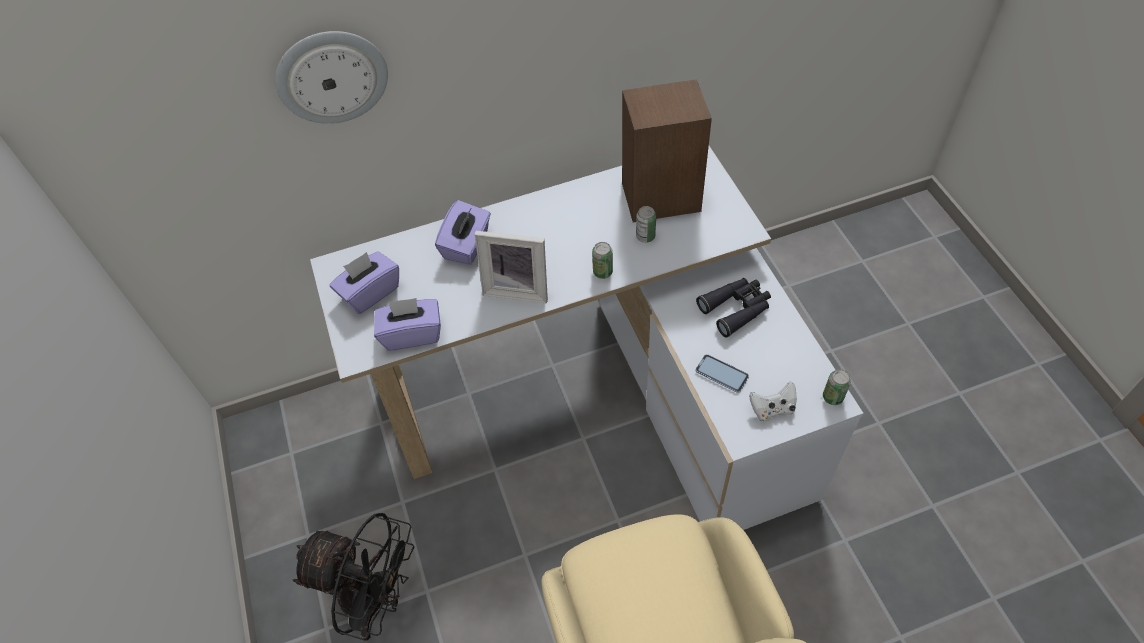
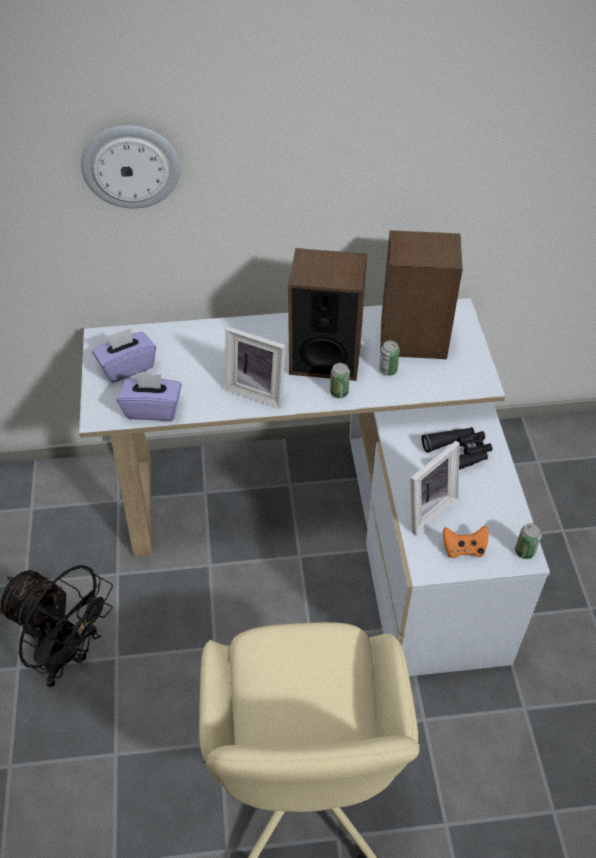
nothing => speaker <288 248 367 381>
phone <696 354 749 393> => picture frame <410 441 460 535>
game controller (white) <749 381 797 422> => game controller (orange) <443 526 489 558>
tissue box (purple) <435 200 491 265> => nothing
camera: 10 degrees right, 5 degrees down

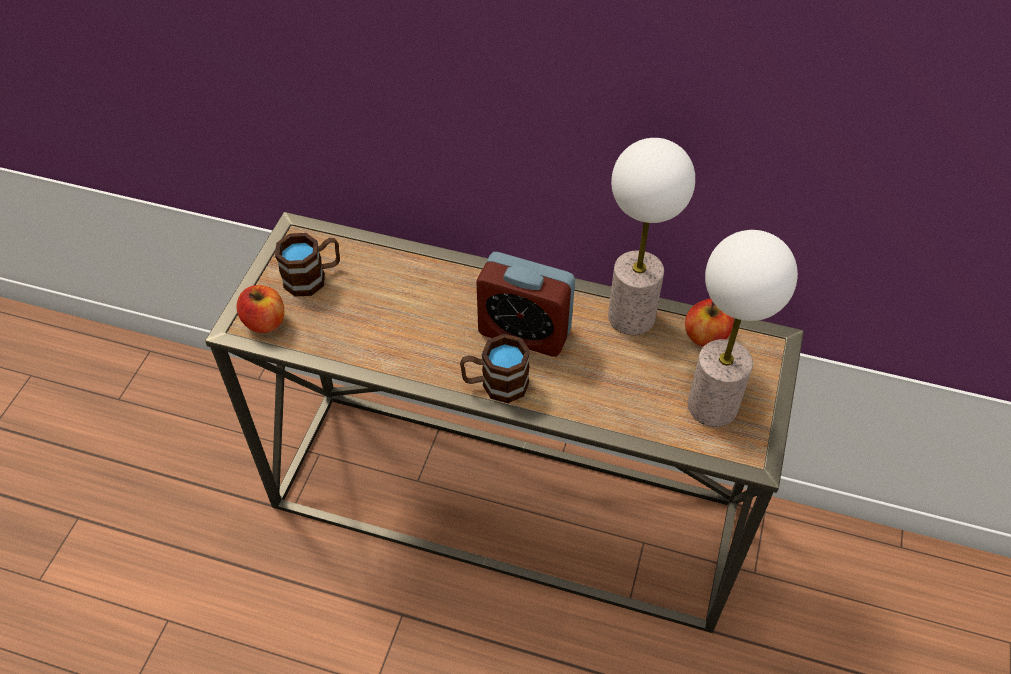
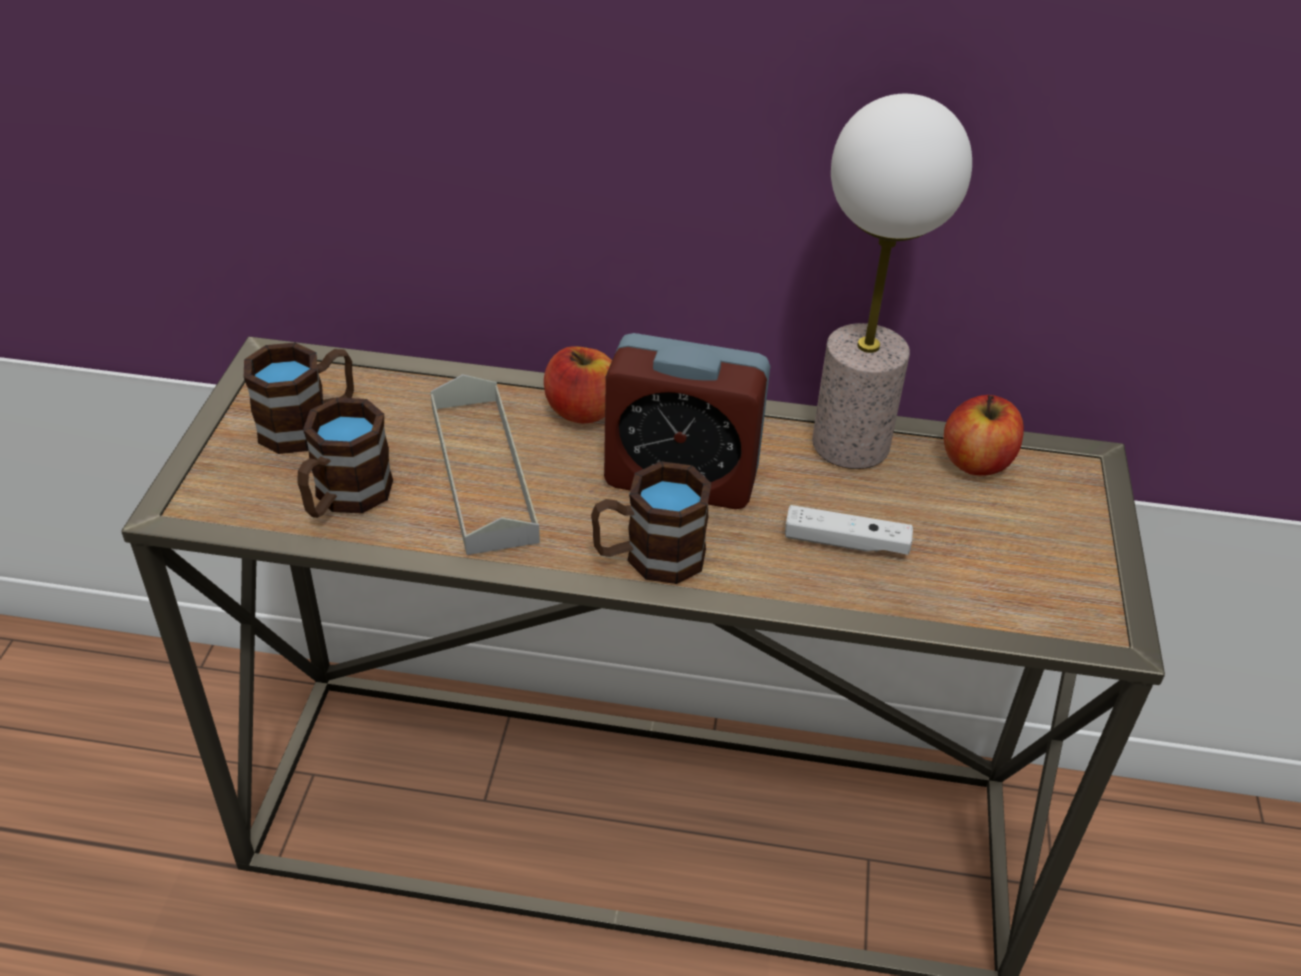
nothing => mug (brown) <298 397 393 518>
nothing => tray (grey) <430 374 540 555>
apple <237 285 284 333> => apple <544 346 612 424>, moved
nothing => game controller (white) <785 505 913 555>
table lamp <688 230 798 427> => nothing
camera: 10 degrees left, 10 degrees down

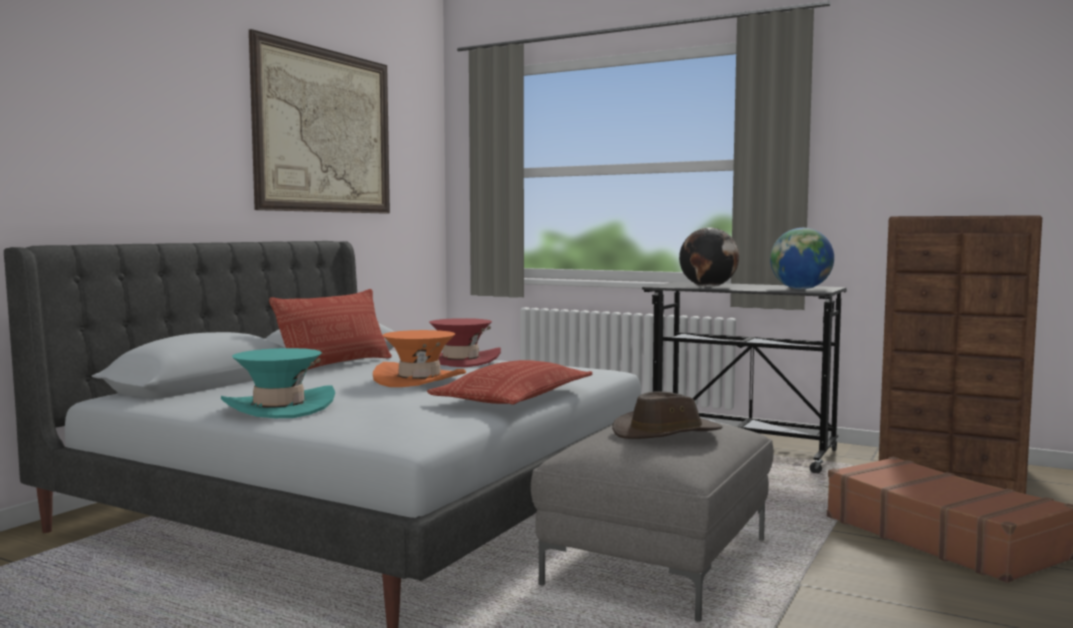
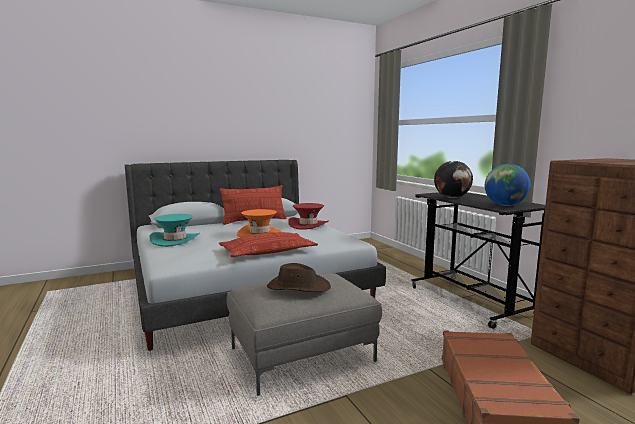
picture <249 29 390 214> => nothing
camera: 35 degrees right, 5 degrees up

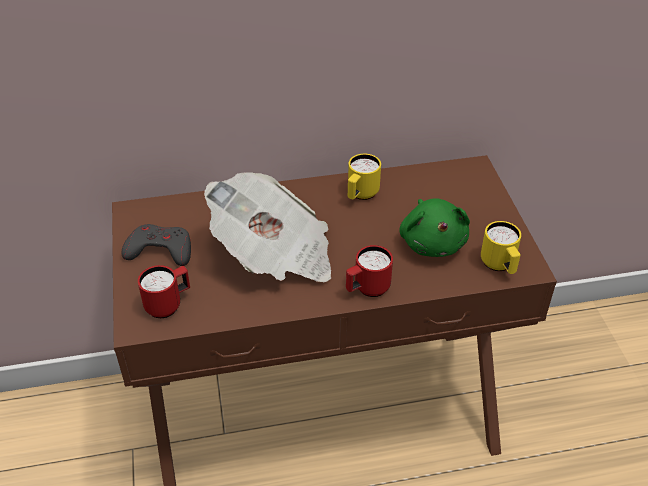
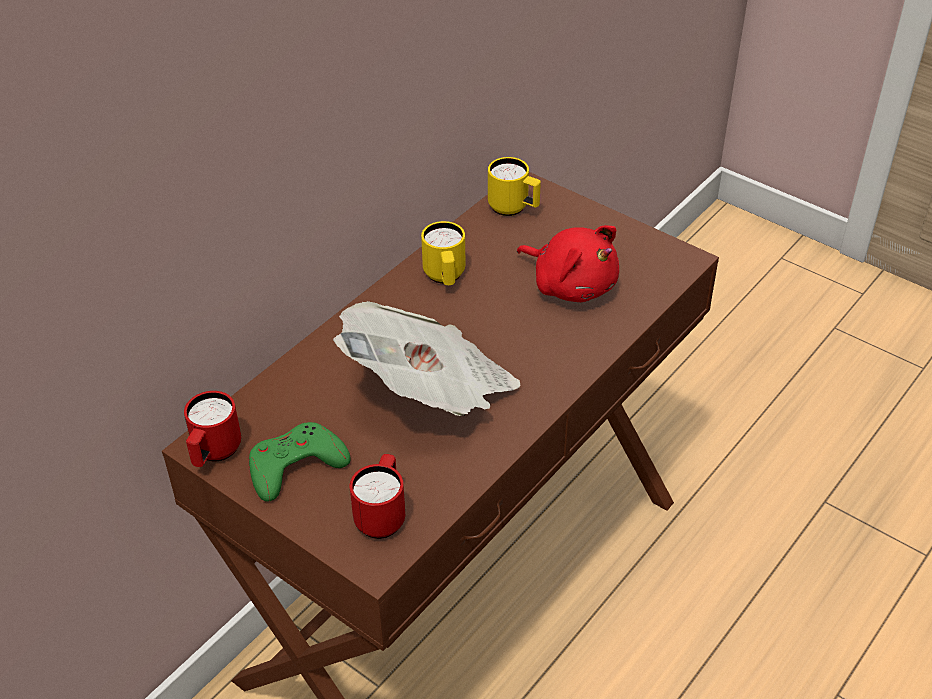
mug (red) <346 245 393 297> => mug (red) <184 391 241 467>, moved
game controller (grey) <122 224 191 266> => game controller (green) <249 422 351 502>
mug (yellow) <481 221 521 274> => mug (yellow) <488 157 541 216>, moved
plush toy (green) <400 198 470 257> => plush toy (red) <517 225 619 302>
camera: 40 degrees left, 0 degrees up

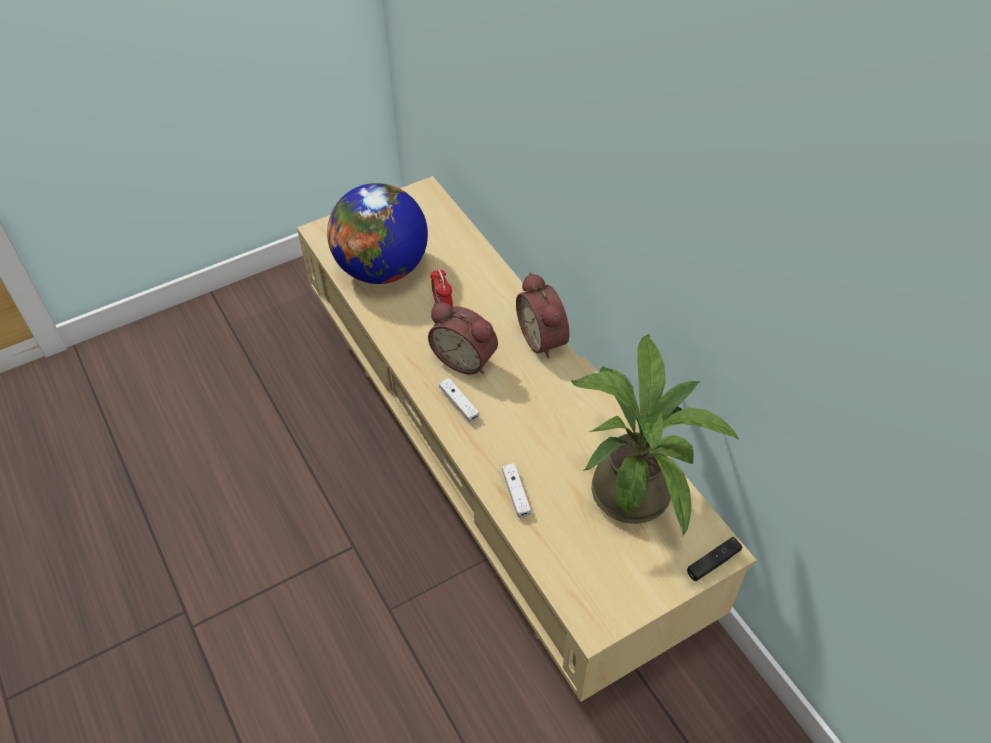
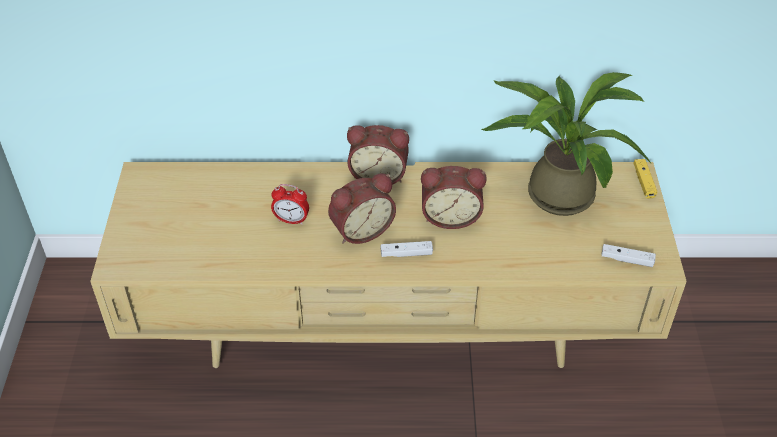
nothing => alarm clock <421 166 487 229>
game controller (white) <502 463 531 518> => game controller (white) <601 244 656 267>, moved
game controller (black) <687 537 742 581> => game controller (yellow) <633 159 658 199>
globe <327 183 428 284> => nothing
camera: 60 degrees left, 5 degrees down

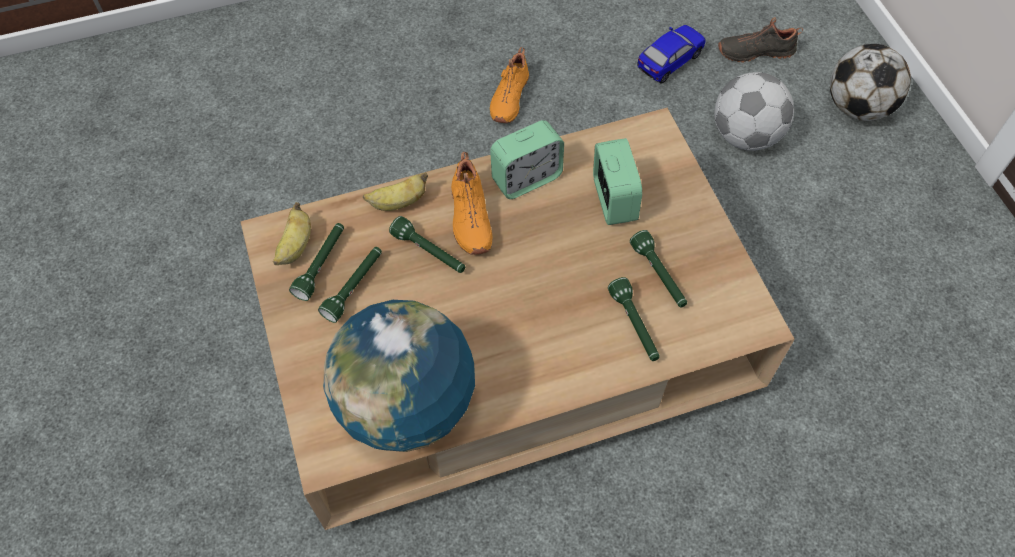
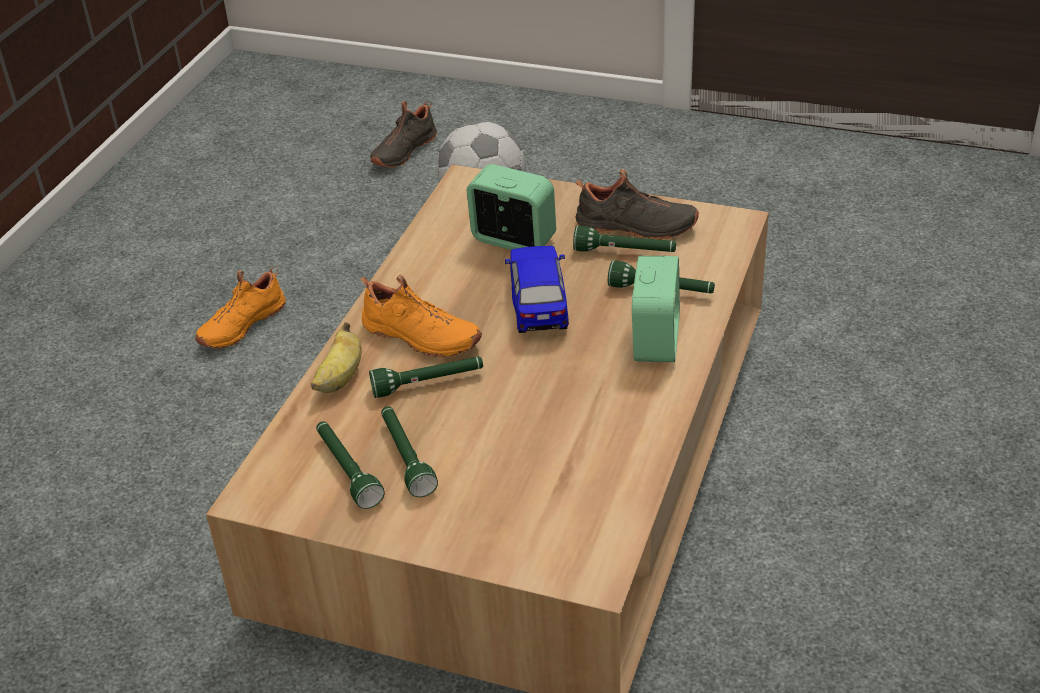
shoe (orange) <490 47 529 123> => shoe (orange) <195 266 286 349>, 75 degrees clockwise
toy car <637 25 706 83> => toy car <505 246 569 333>, moved
nothing => shoe (black) <575 169 699 240>
alarm clock <490 120 564 199> => alarm clock <632 256 680 362>, moved
banana <273 202 311 265> => nothing
globe <323 300 475 452> => nothing
football <830 44 911 121> => nothing
camera: 50 degrees left, 20 degrees down

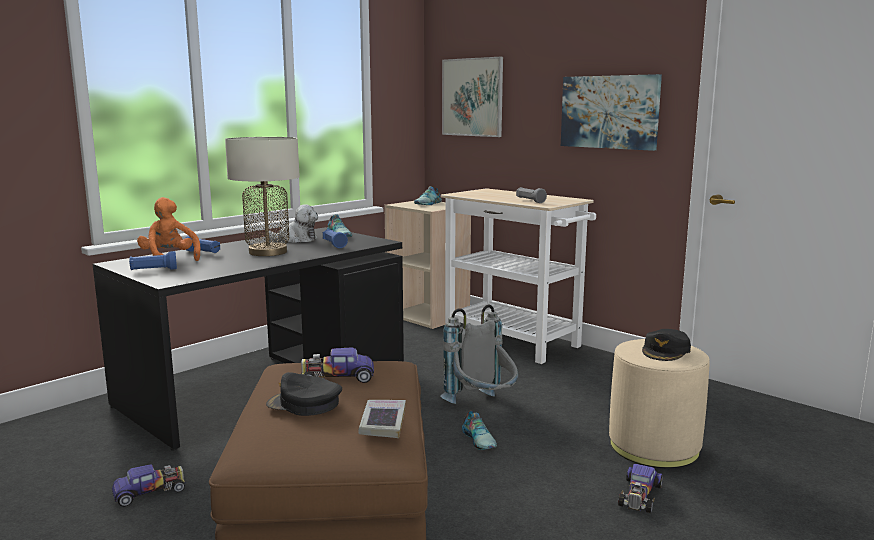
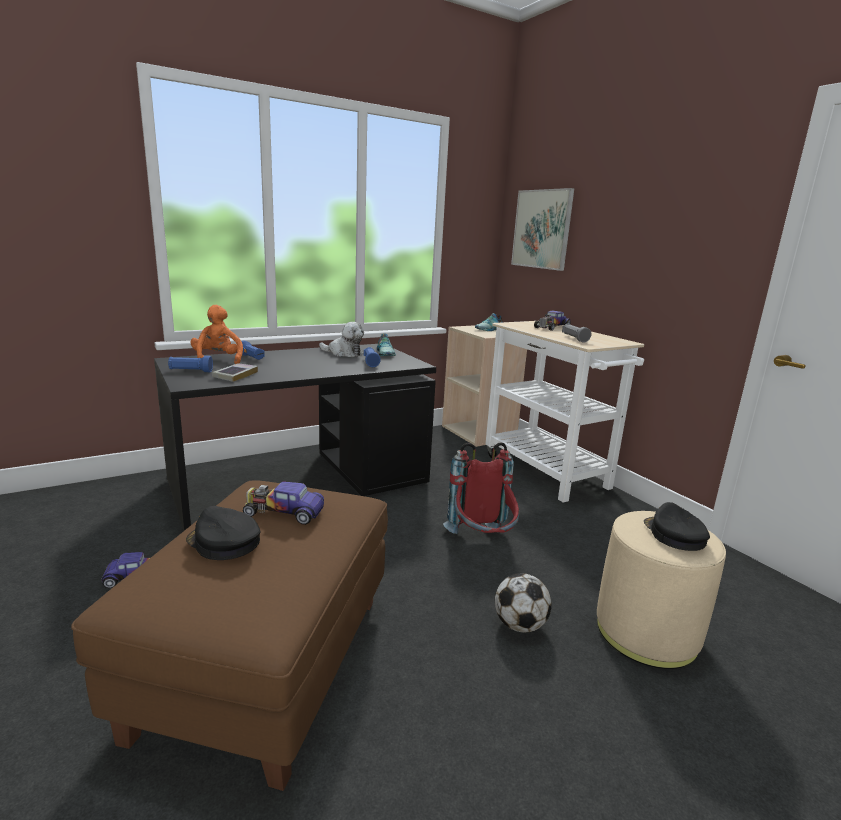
book <358 400 406 438> => book <212 363 258 382>, moved
backpack (grey) <440 304 519 404> => backpack (red) <443 442 519 534>
nothing => football <495 573 552 633>
toy car <618 464 663 513> => toy car <534 311 571 331>, moved
cap (black) <642 329 691 361> => cap (black) <644 502 710 551>, 120 degrees clockwise
table lamp <225 137 300 256> => nothing
shoe <462 411 497 450> => nothing
picture <561 74 662 151> => nothing
camera: 15 degrees right, 5 degrees up

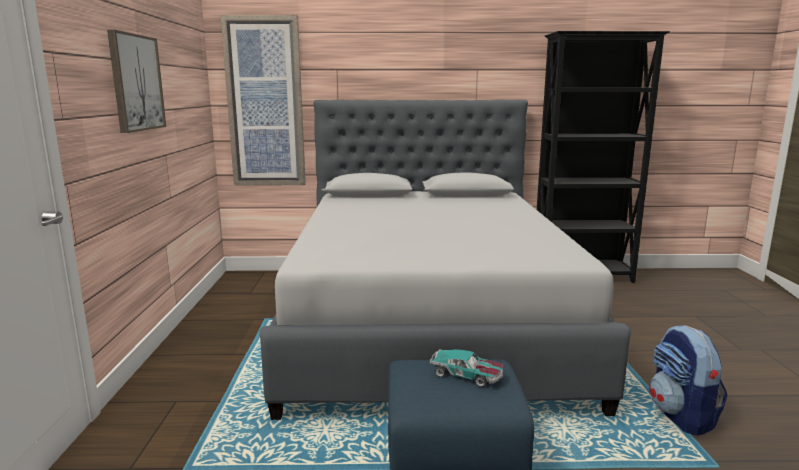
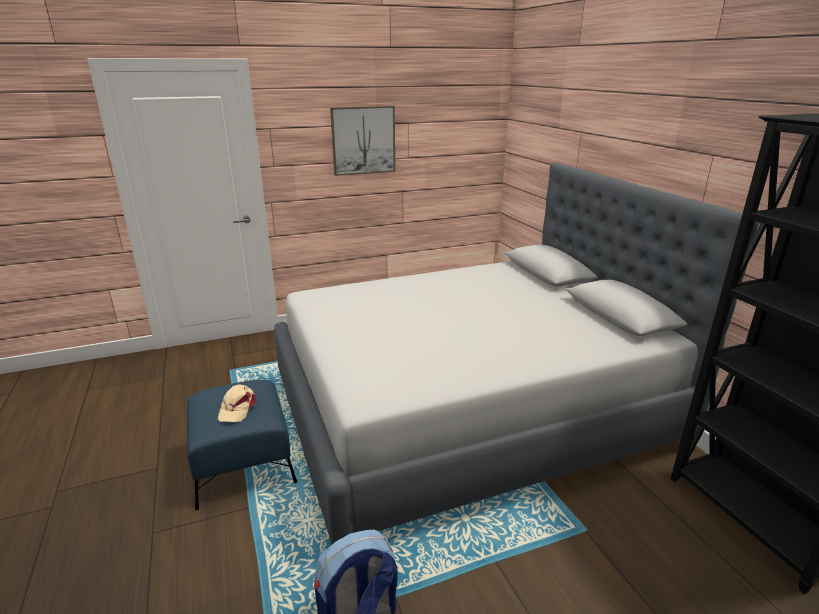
toy car <430 349 503 387> => cap (beige) <218 384 256 422>
picture <221 15 306 186> => nothing
camera: 70 degrees right, 10 degrees up

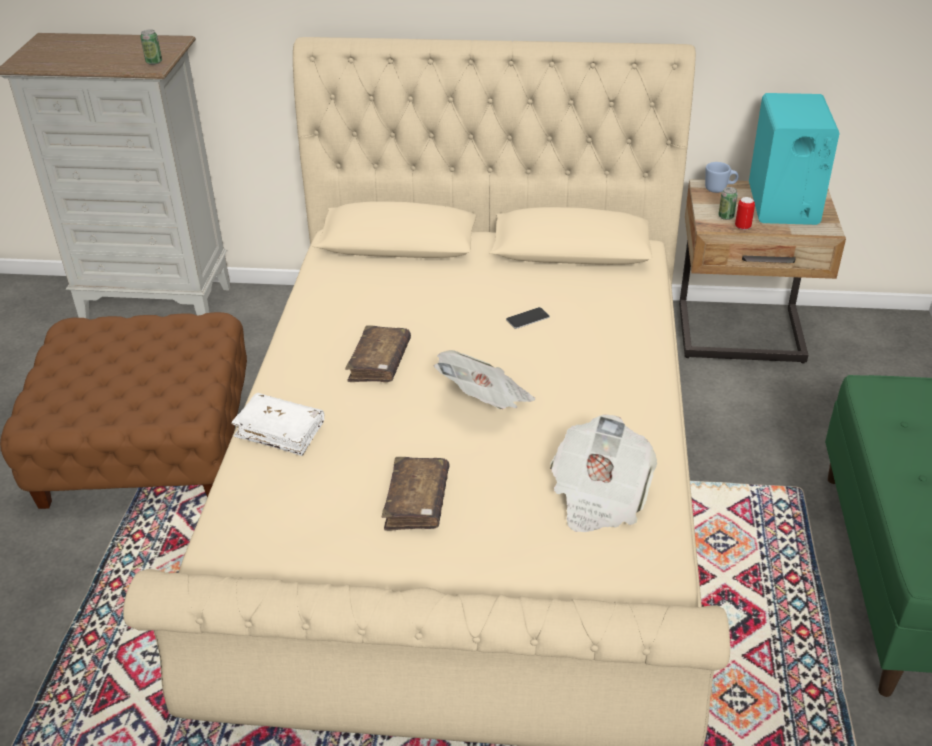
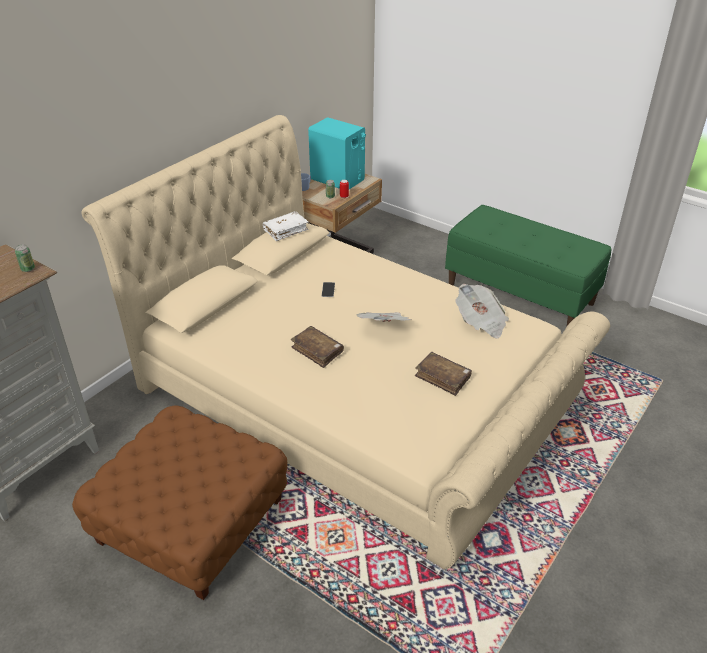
book (white) <231 393 324 456> => book (white) <263 211 309 241>, moved
camera: 60 degrees left, 0 degrees up

